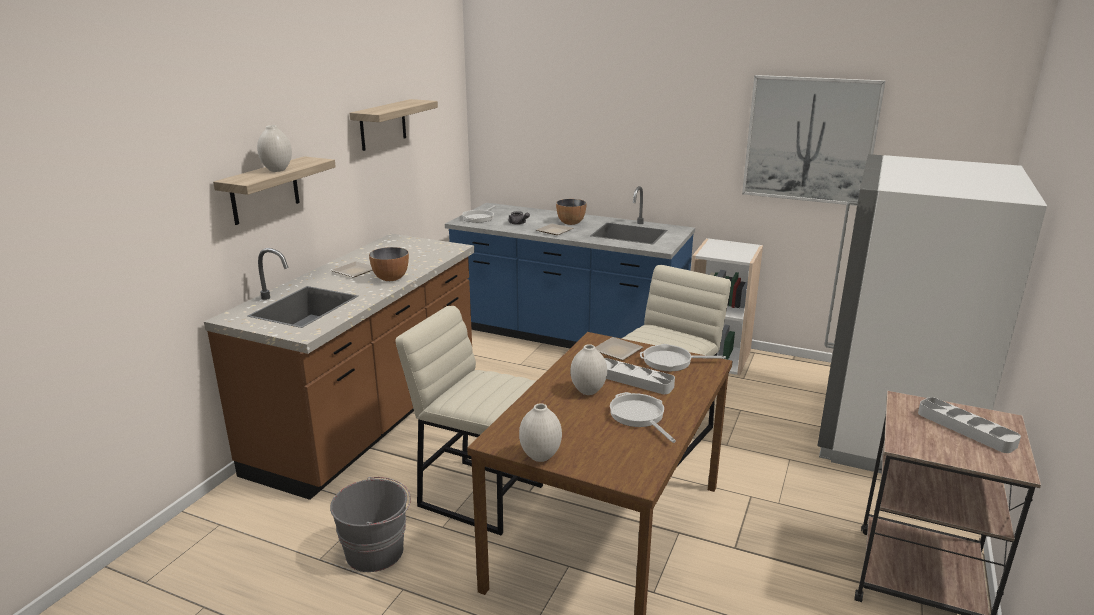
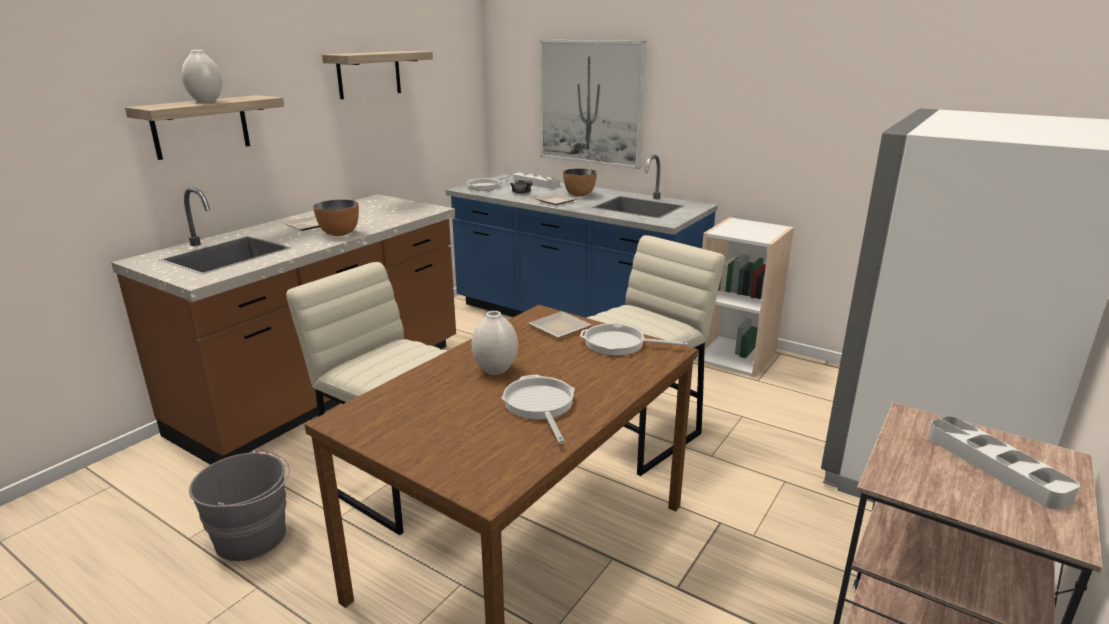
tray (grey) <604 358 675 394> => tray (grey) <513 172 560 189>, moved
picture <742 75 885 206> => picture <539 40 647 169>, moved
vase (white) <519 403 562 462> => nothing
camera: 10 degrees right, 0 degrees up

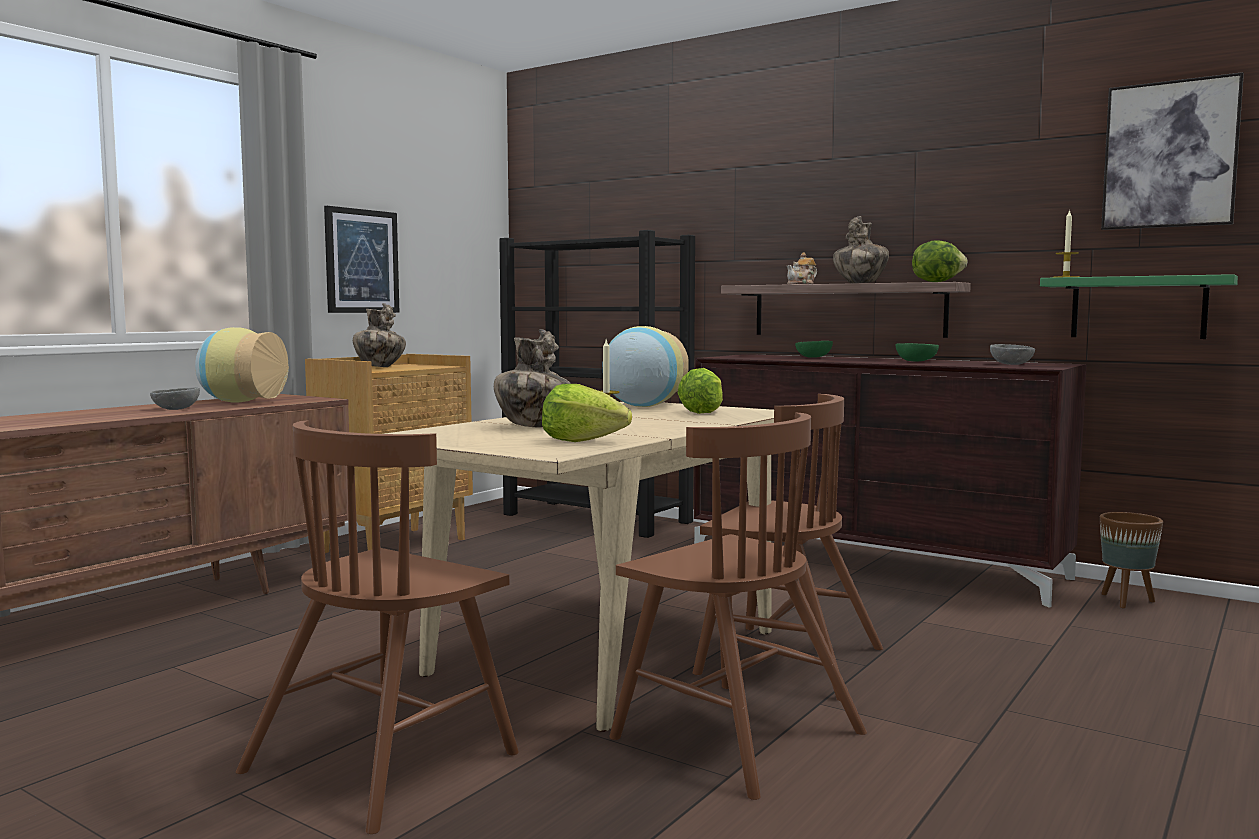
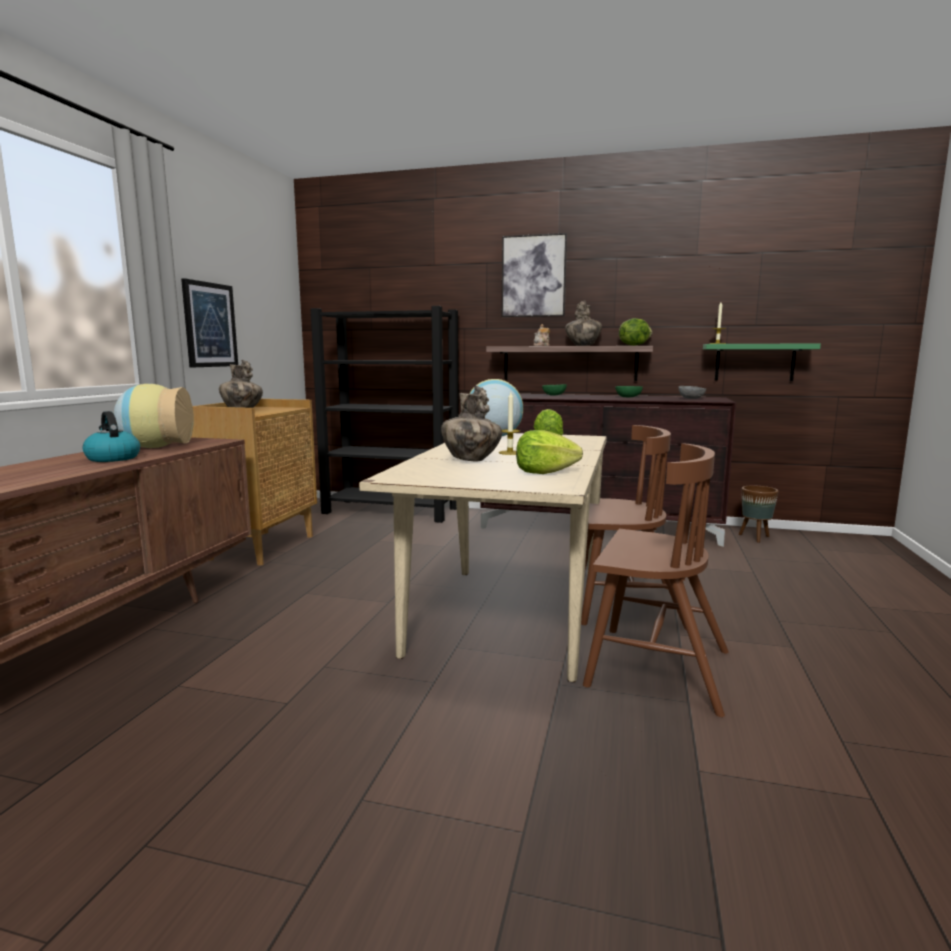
bowl (grey) <150 387 200 410> => kettle <83 411 140 462>
picture <1101 72 1244 230> => picture <502 233 567 317>, moved
chair (brown) <236 420 519 834> => nothing
camera: 20 degrees left, 5 degrees up

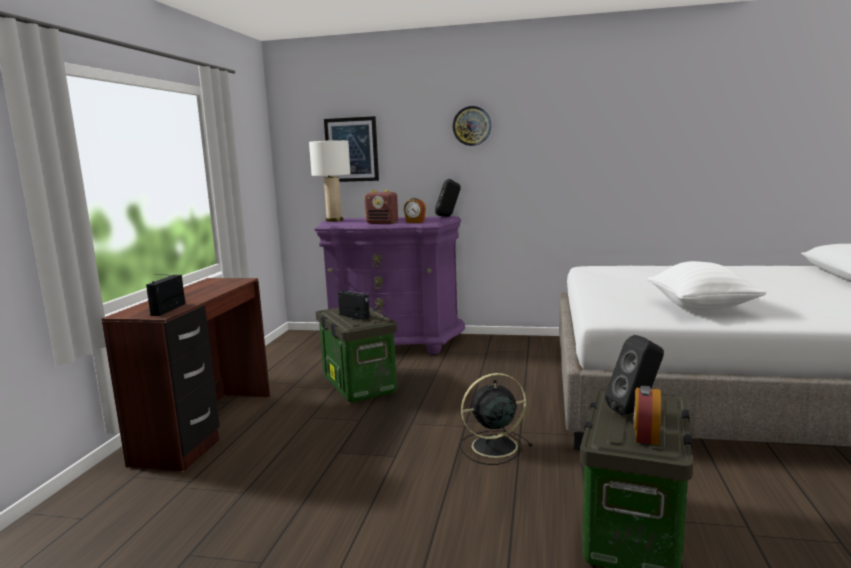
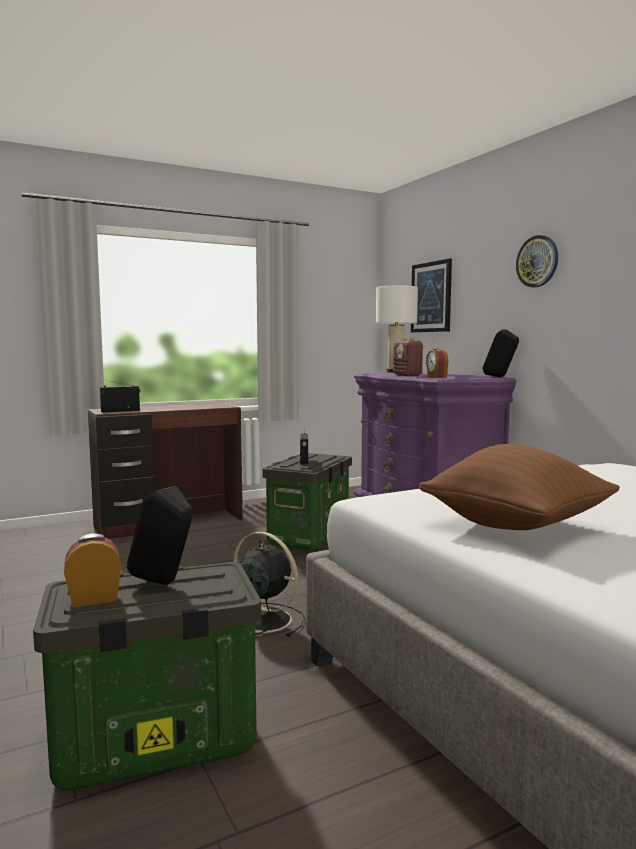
pillow (white) <647 261 767 312> => pillow (brown) <419 444 620 530>
camera: 50 degrees right, 5 degrees down

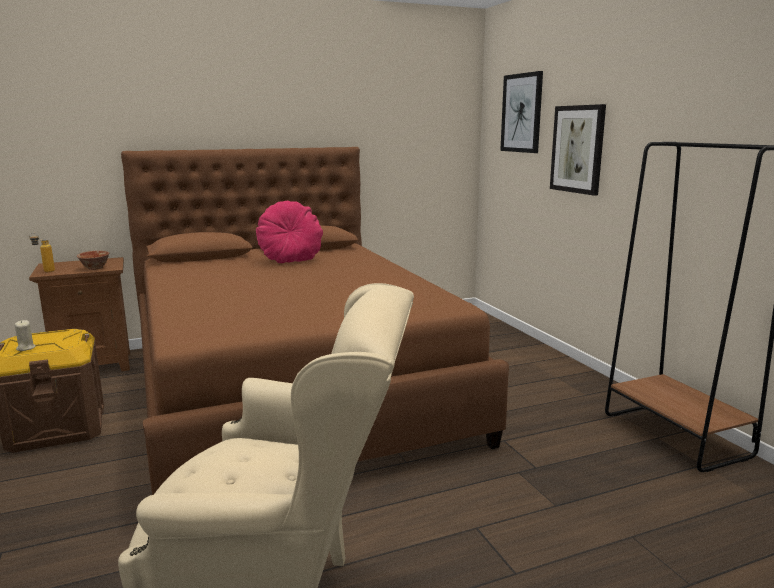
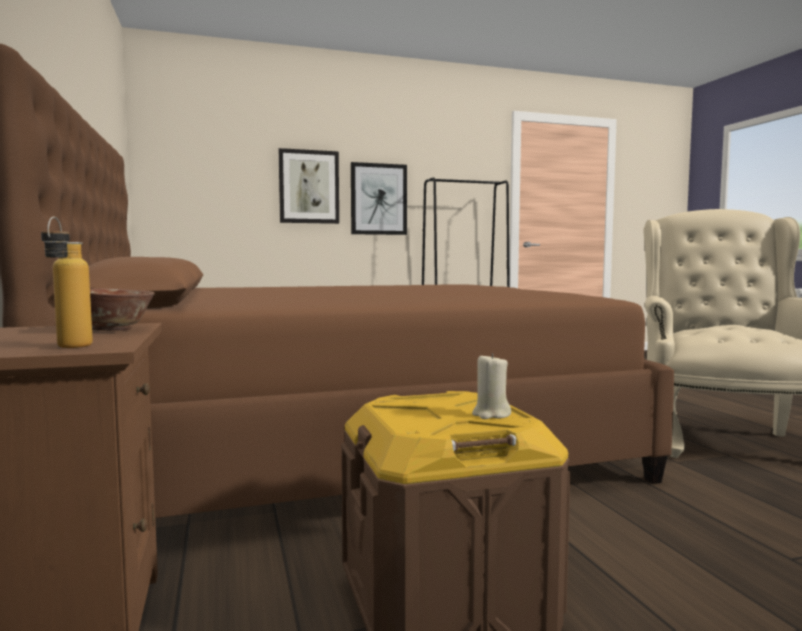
picture <500 71 543 153> => picture <351 162 407 235>, moved
pillow (pink) <256 201 323 263> => nothing
camera: 85 degrees left, 10 degrees down

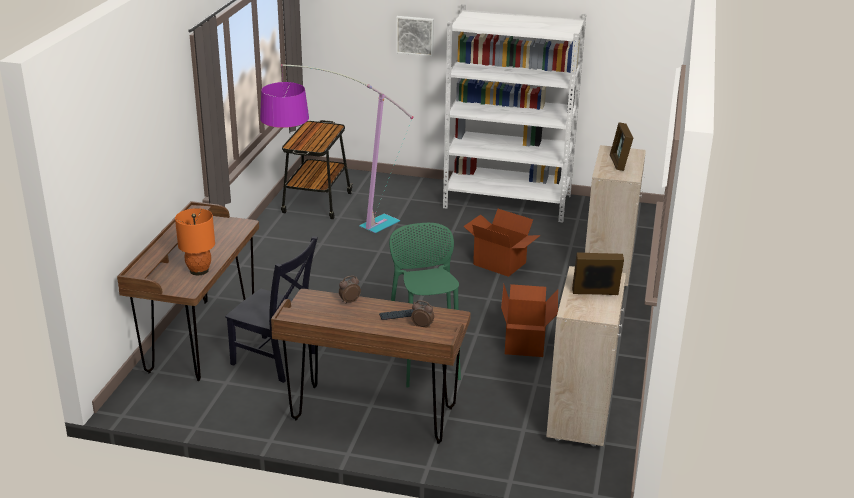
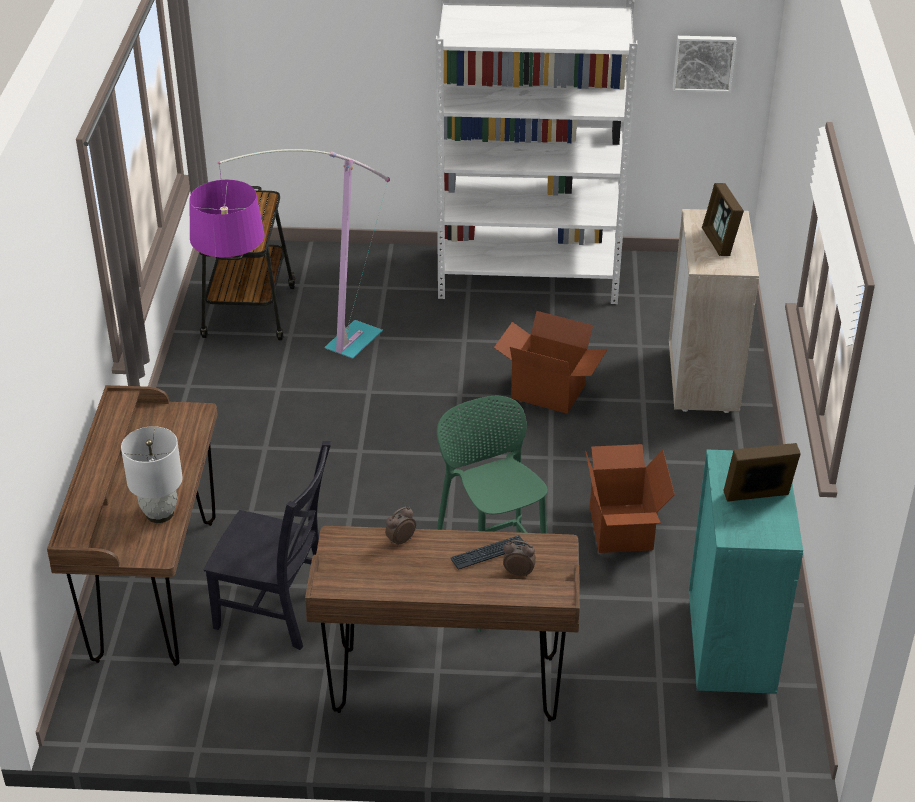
table lamp (orange) <175 208 215 275> => table lamp (white) <121 426 183 523>
picture <396 16 434 56> => picture <673 36 737 93>, moved
cabinet (beige) <546 266 626 446> => cabinet (turquoise) <689 450 803 694>
camera: 10 degrees left, 10 degrees up

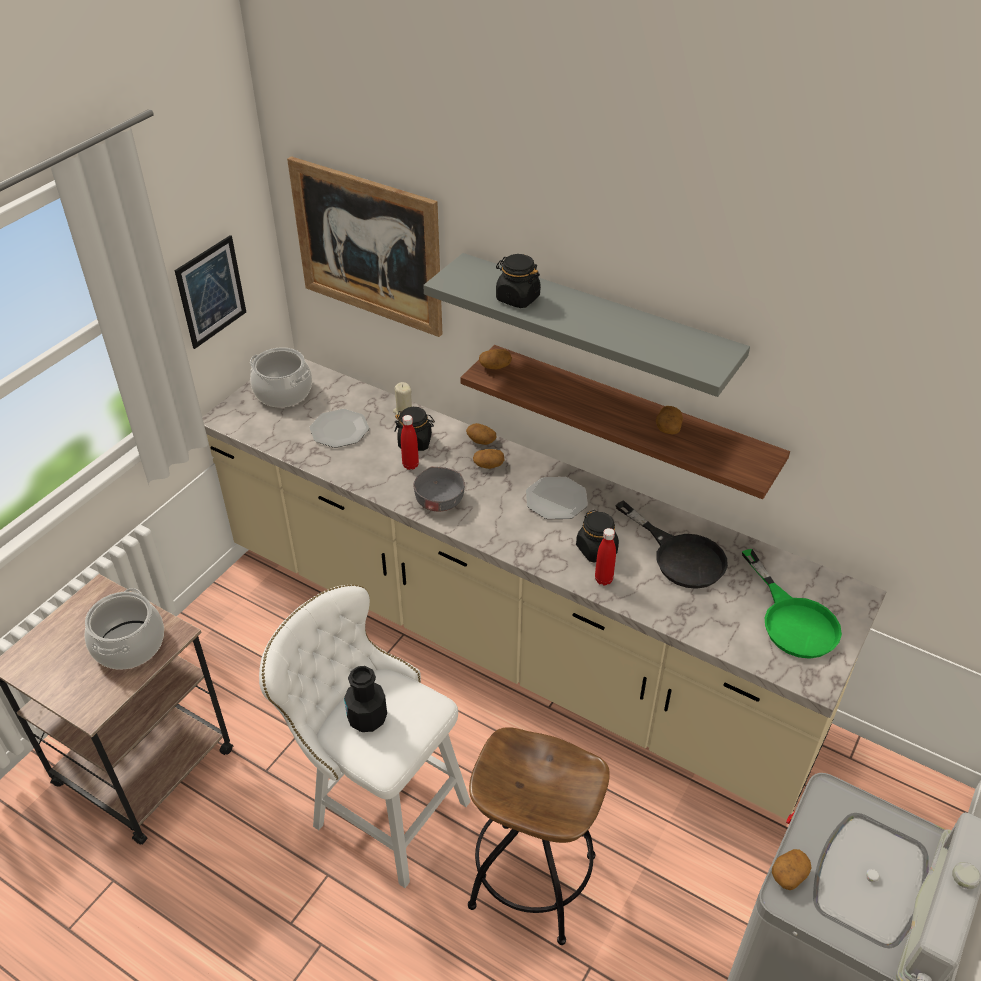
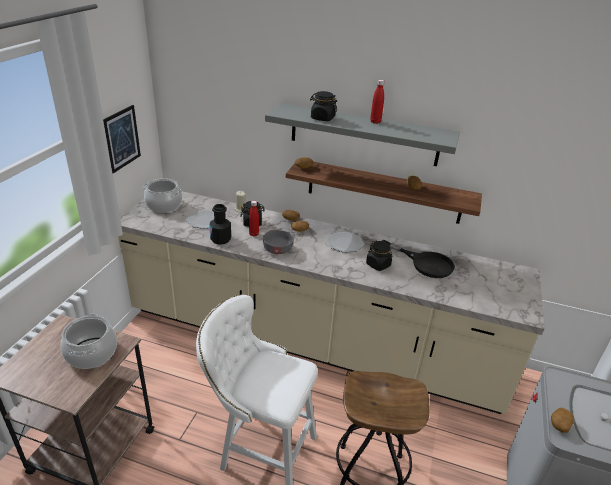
bottle (black) <344 666 387 732> => bottle (black) <209 204 231 245>, moved
bottle (red) <595 528 616 586> => bottle (red) <370 80 384 124>, moved
picture <287 156 442 337> => nothing
frying pan (green) <742 549 842 659> => nothing
camera: 15 degrees left, 10 degrees down

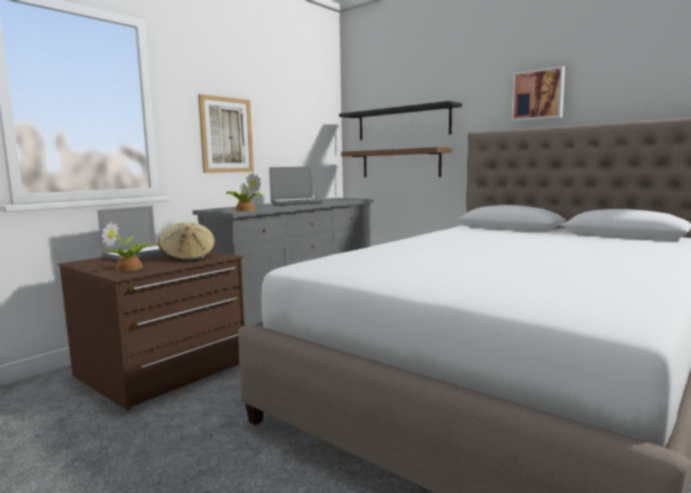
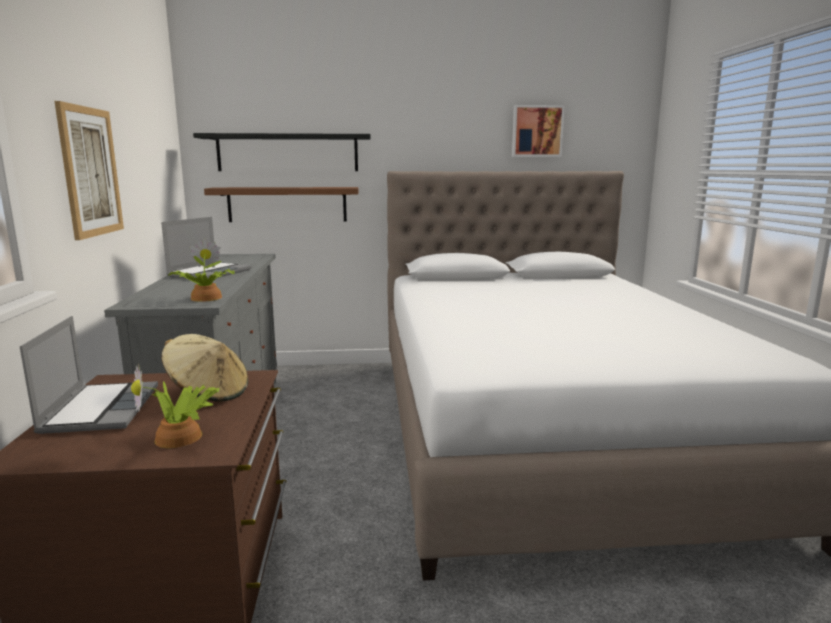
picture <511 66 565 121> => picture <512 105 565 157>, moved
camera: 45 degrees left, 5 degrees up

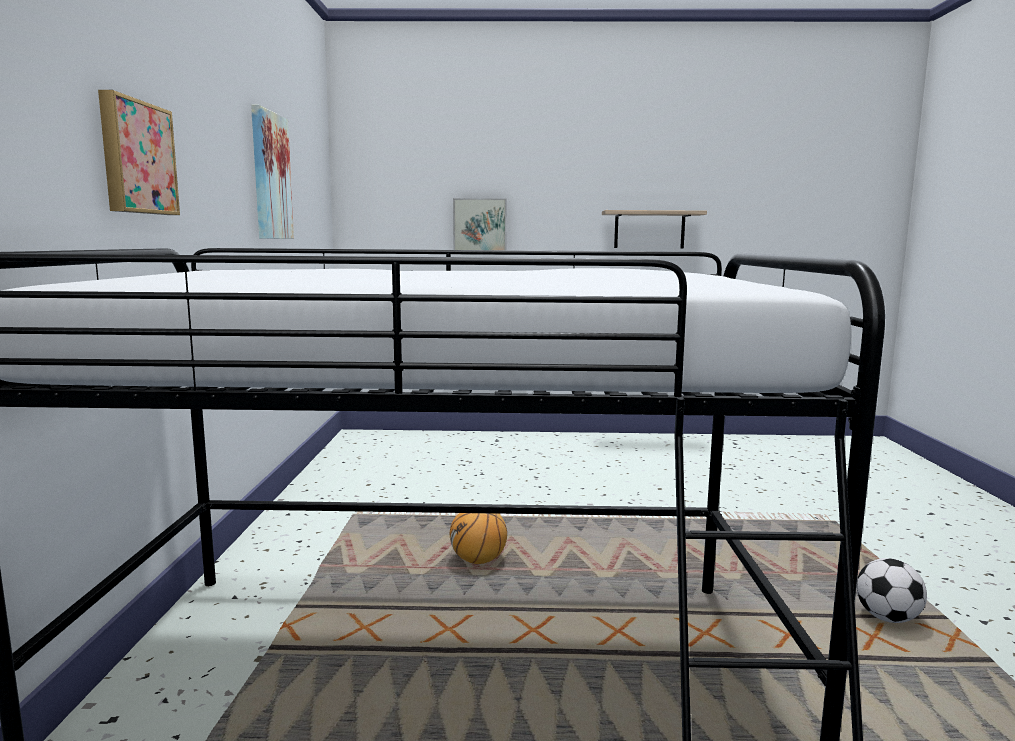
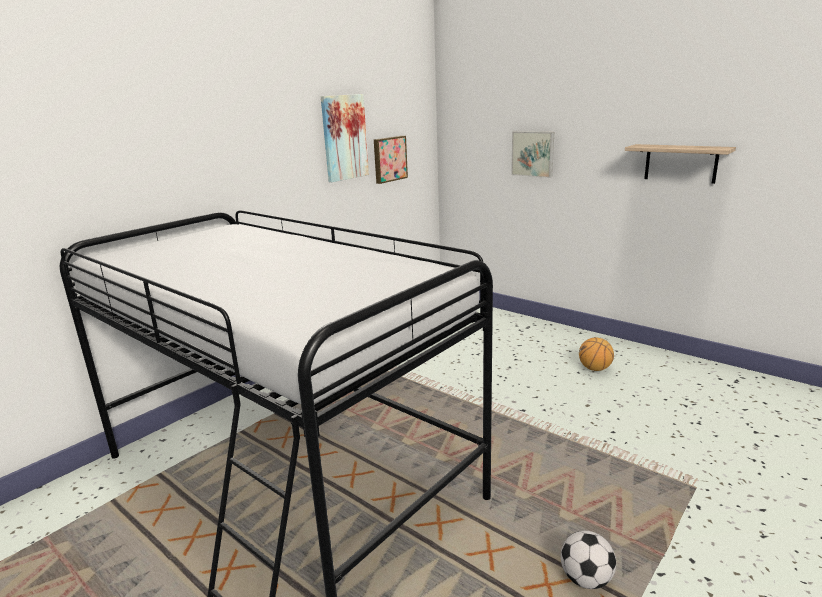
picture <98 90 180 215> => picture <374 136 408 184>, moved
basketball <450 513 507 564> => basketball <579 338 614 371>, moved
camera: 40 degrees right, 10 degrees up

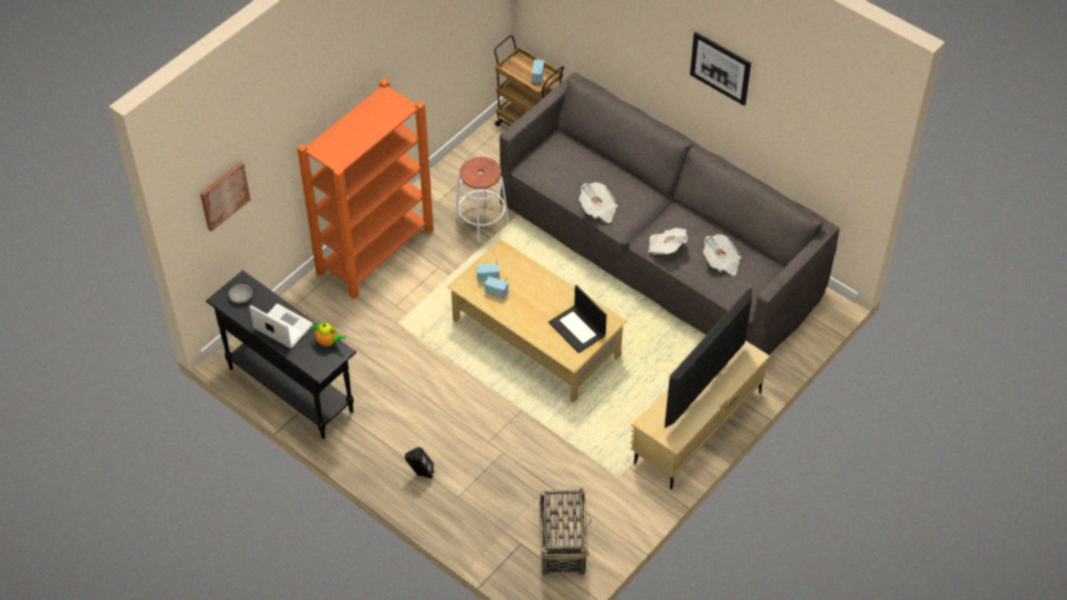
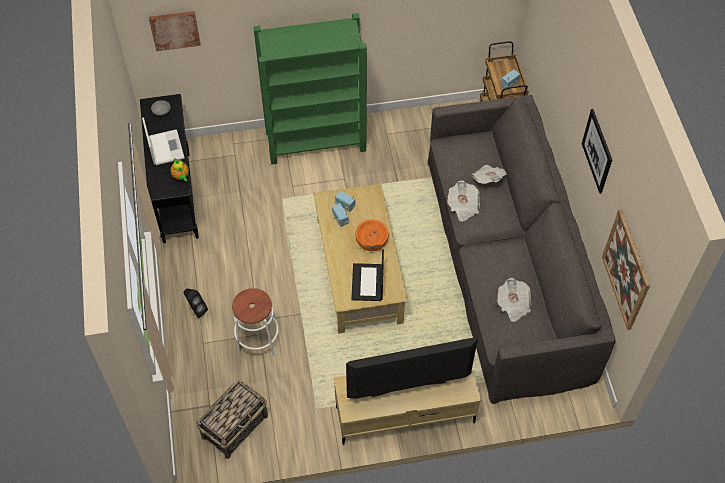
stool (white) <455 157 509 242> => stool (white) <232 288 279 356>, moved
bookcase (orange) <297 78 434 299> => bookcase (green) <253 13 367 165>
nothing => bowl (orange) <355 219 389 251>
newspaper <648 228 688 254> => newspaper <472 165 507 184>, moved
nothing => picture <602 209 650 330>
camera: 40 degrees right, 5 degrees up

